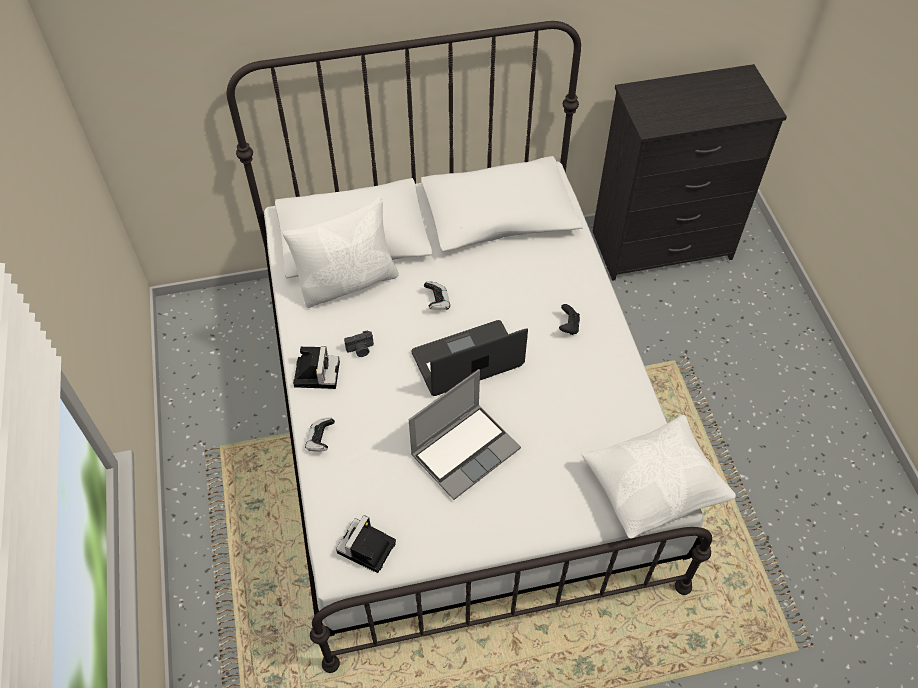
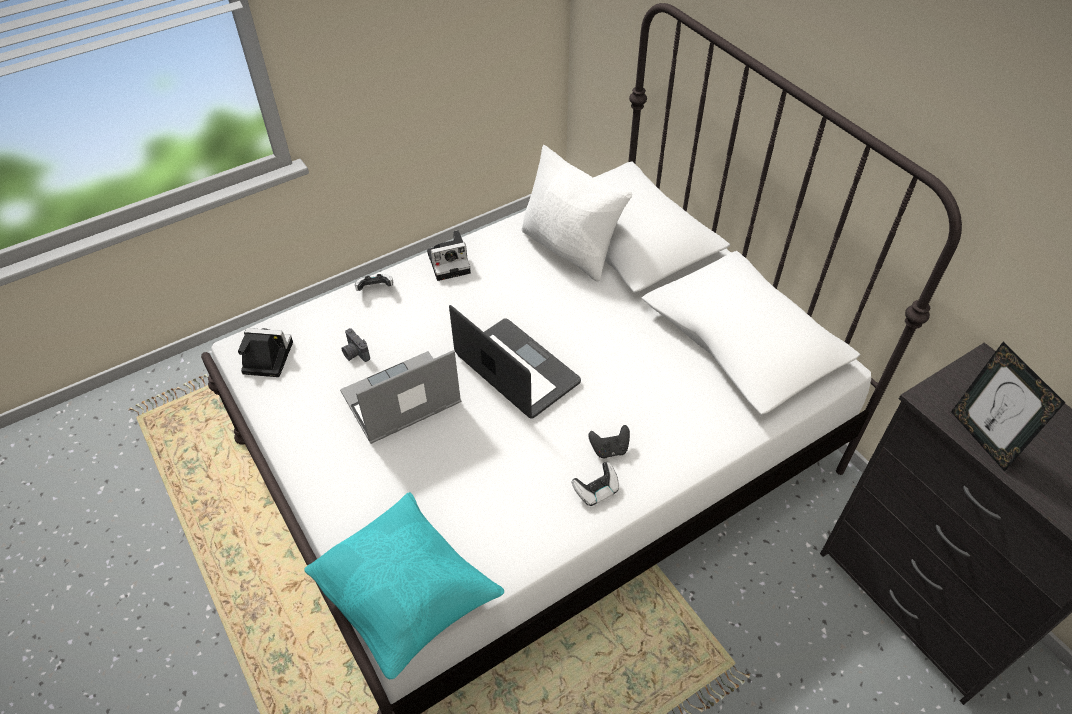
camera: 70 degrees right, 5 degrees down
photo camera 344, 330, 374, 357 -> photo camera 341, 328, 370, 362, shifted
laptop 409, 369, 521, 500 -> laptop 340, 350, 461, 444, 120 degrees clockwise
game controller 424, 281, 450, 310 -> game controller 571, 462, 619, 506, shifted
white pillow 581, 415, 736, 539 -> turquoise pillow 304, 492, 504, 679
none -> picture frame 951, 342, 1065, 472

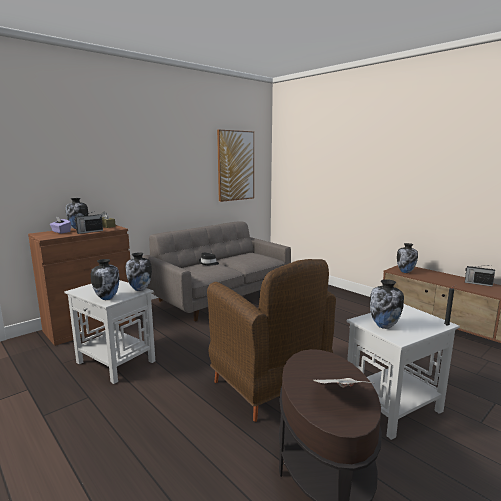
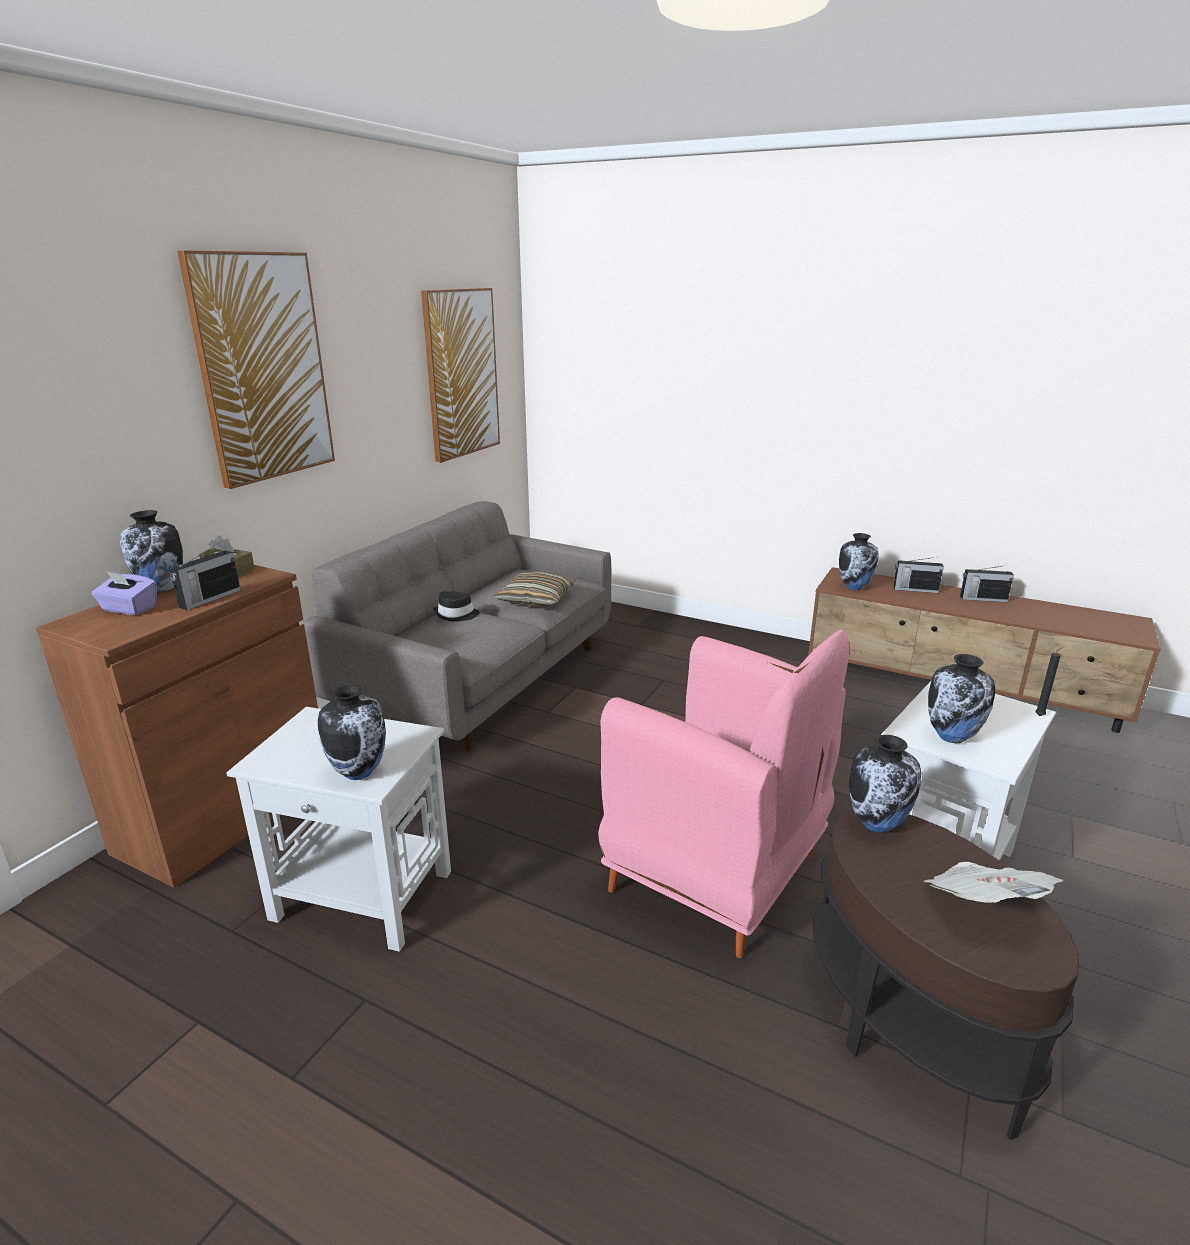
camera: 20 degrees left, 10 degrees up
vase 126, 252, 152, 291 -> vase 849, 735, 921, 833, shifted
brown armchair 207, 259, 336, 422 -> pink armchair 598, 630, 850, 958
none -> picture 177, 250, 335, 489
none -> pillow 494, 572, 575, 606
none -> radio 894, 557, 944, 593

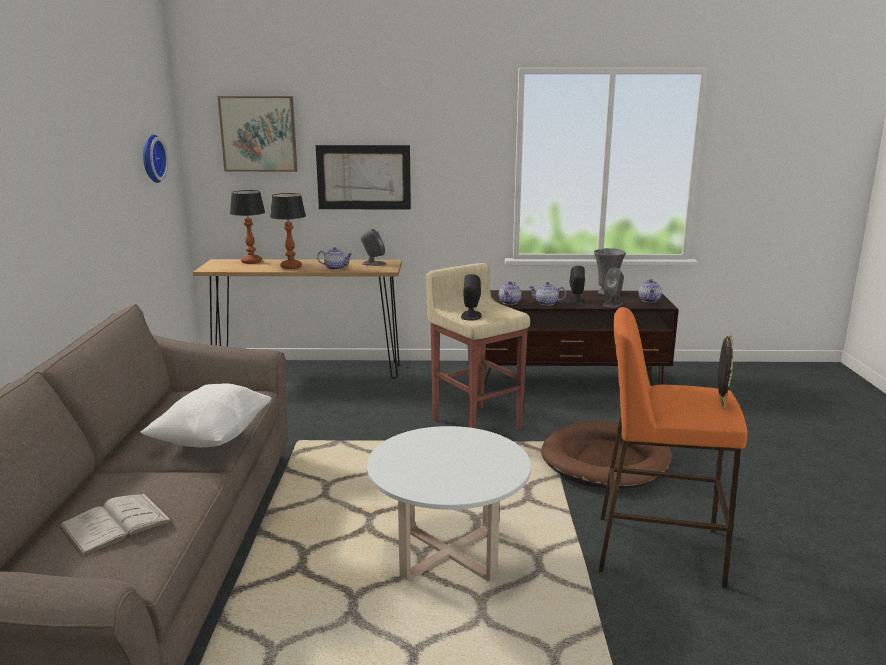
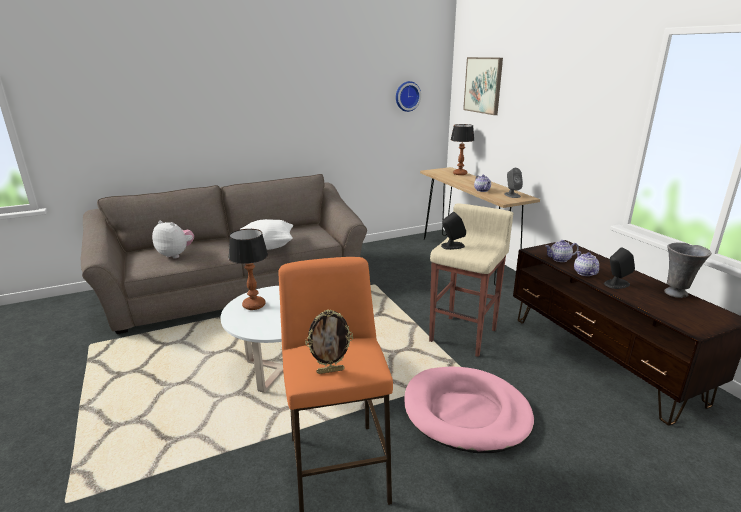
camera: 65 degrees right, 5 degrees up
white book 59, 494, 174, 557 -> plush toy 152, 220, 194, 258
table lamp 270, 193, 306, 269 -> table lamp 228, 229, 268, 310, shifted
picture 316, 145, 411, 209 -> none
brown dog bed 541, 421, 672, 489 -> pink dog bed 405, 367, 534, 453
grey speaker 603, 268, 624, 308 -> none
teapot 639, 279, 662, 302 -> none

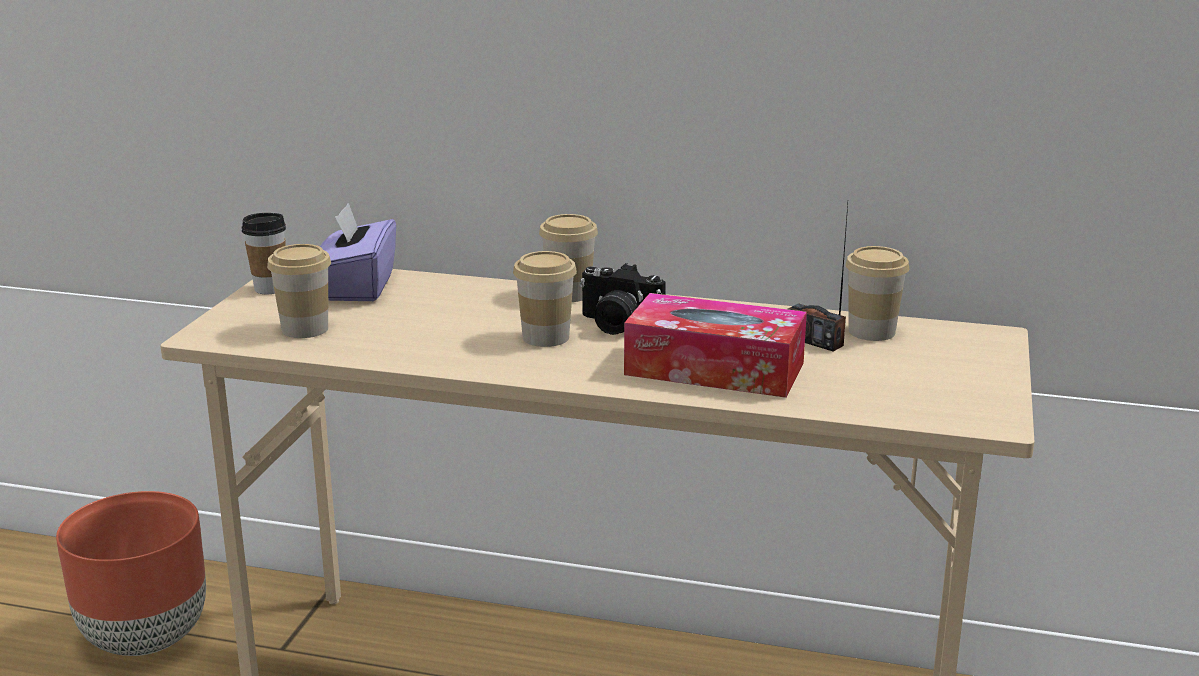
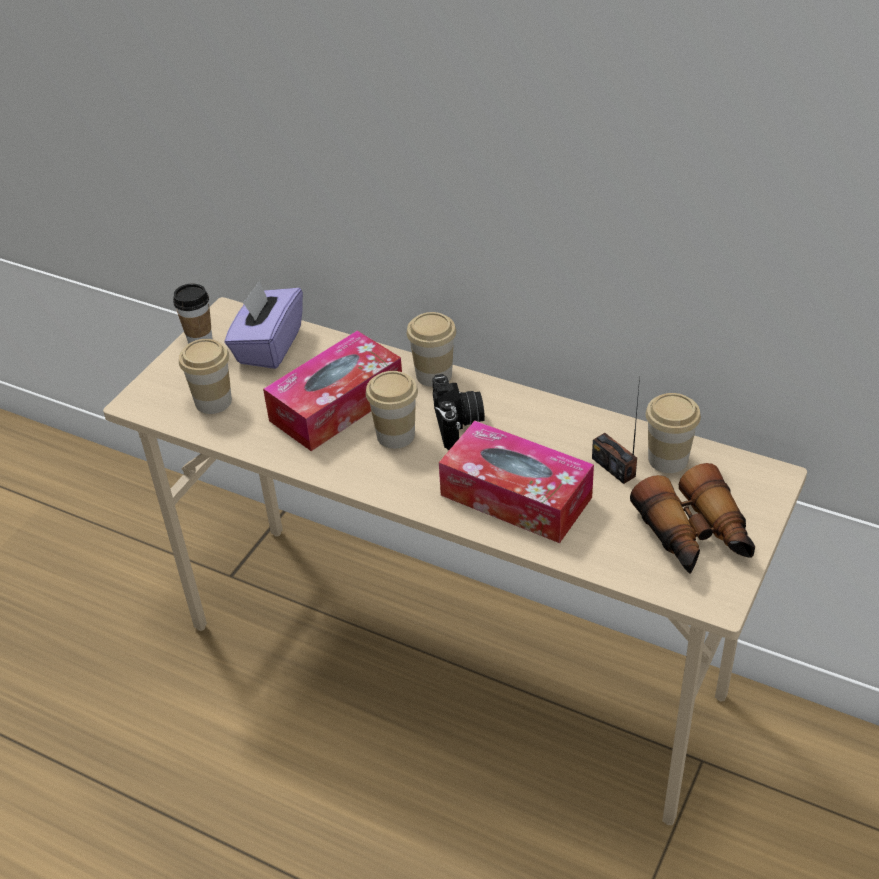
camera: 15 degrees right, 20 degrees up
brown planter 56, 491, 206, 656 -> none
photo camera 580, 263, 666, 335 -> photo camera 432, 374, 485, 450, 135 degrees counterclockwise
none -> tissue box 263, 330, 402, 451
none -> binoculars 630, 463, 755, 574

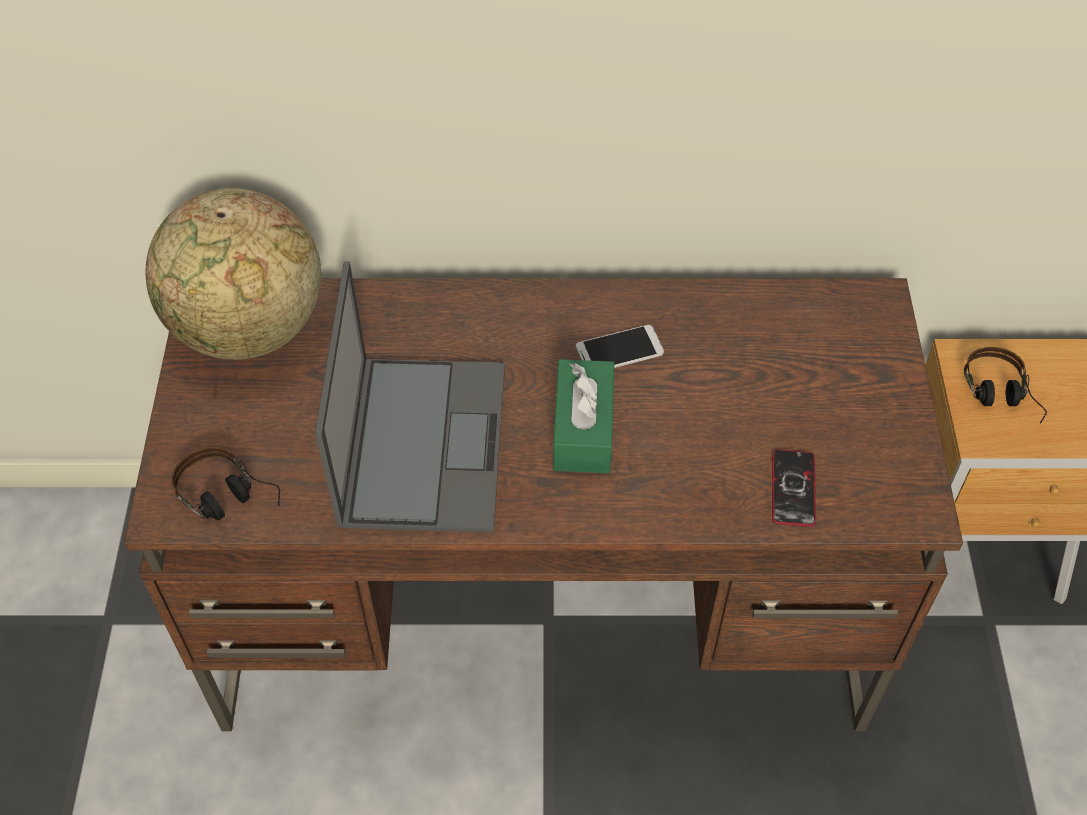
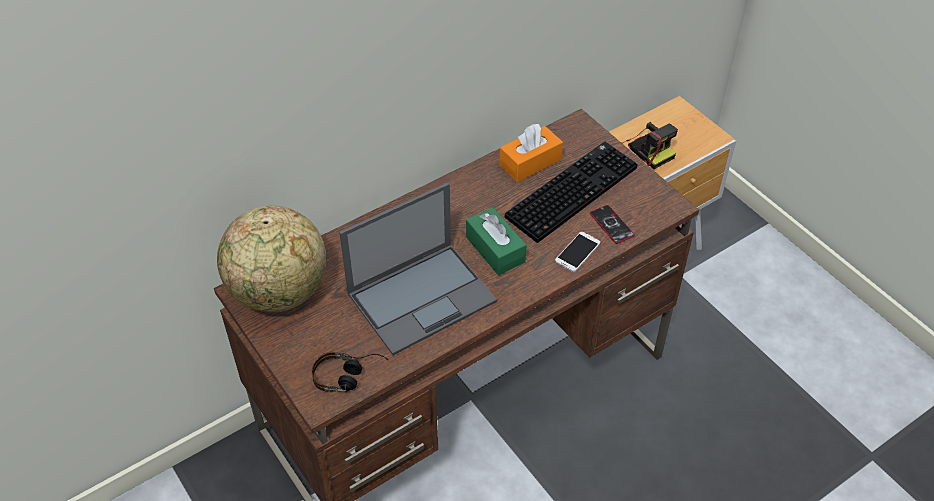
camera: 35 degrees left, 5 degrees down
laptop 315, 261, 505, 533 -> laptop 339, 182, 497, 355, 90 degrees clockwise
phone 576, 325, 664, 368 -> phone 555, 232, 601, 272, shifted
headphones 964, 347, 1047, 424 -> photo camera 623, 122, 678, 169
none -> orange tissue box 499, 124, 563, 182
none -> keyboard 505, 142, 638, 243

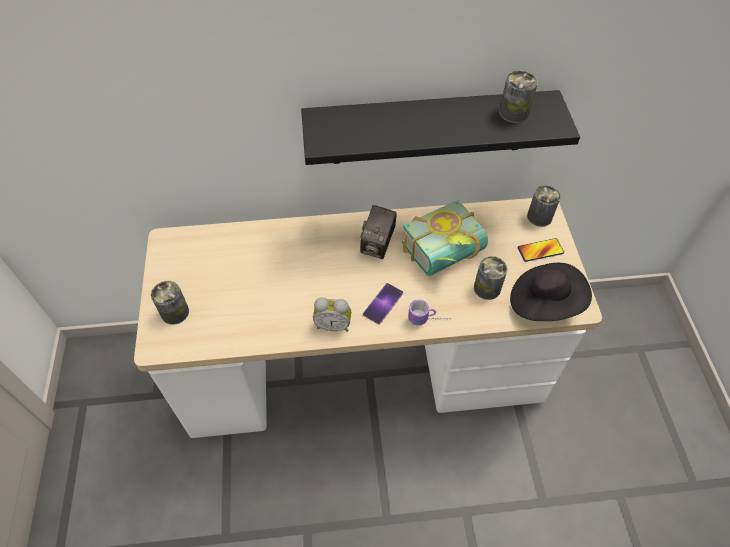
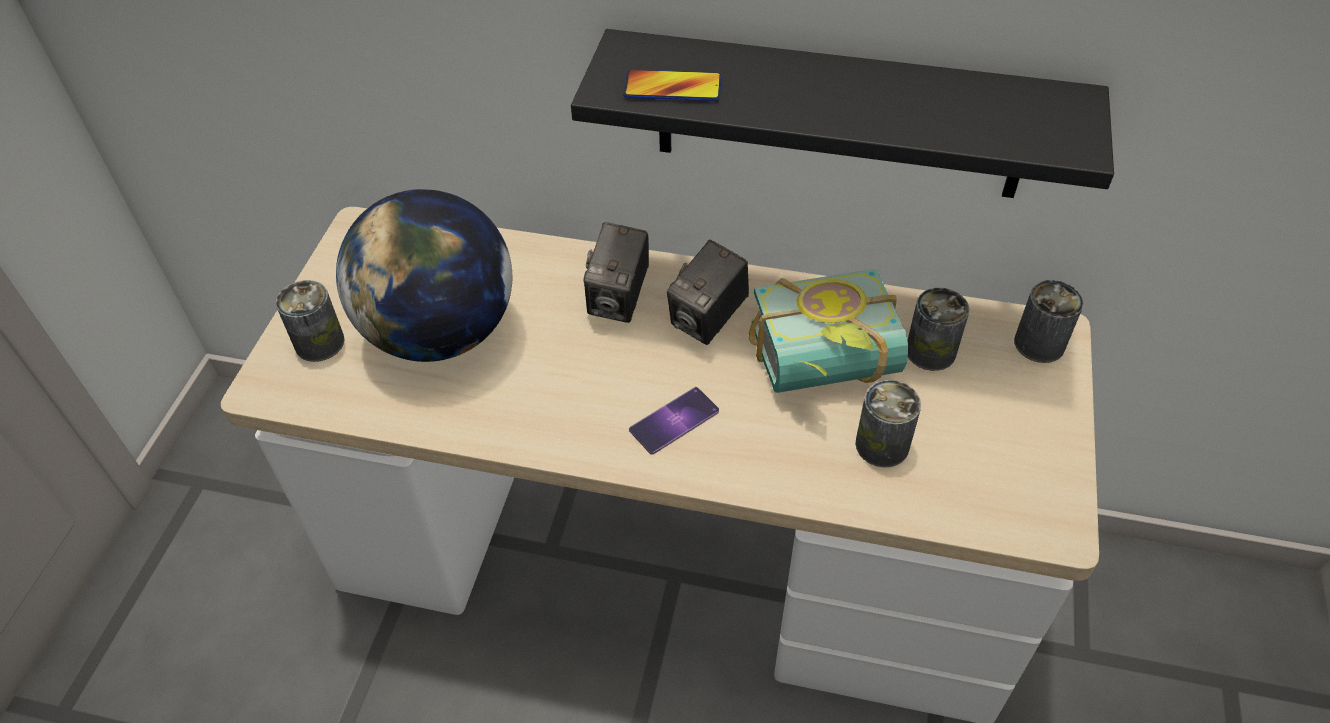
camera: 20 degrees right, 5 degrees down
alarm clock 313, 297, 351, 332 -> none
mug 408, 299, 450, 326 -> none
can 499, 70, 538, 123 -> can 907, 288, 970, 371, shifted
black hat 510, 263, 592, 321 -> none
phone 518, 238, 564, 262 -> phone 623, 69, 722, 101, shifted
none -> globe 336, 189, 512, 362
none -> photo camera 584, 222, 649, 323

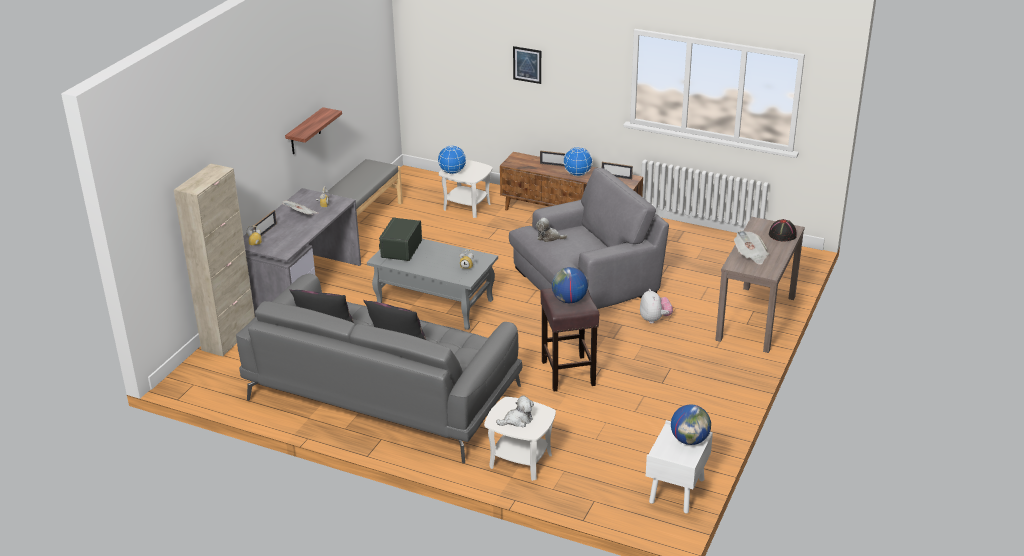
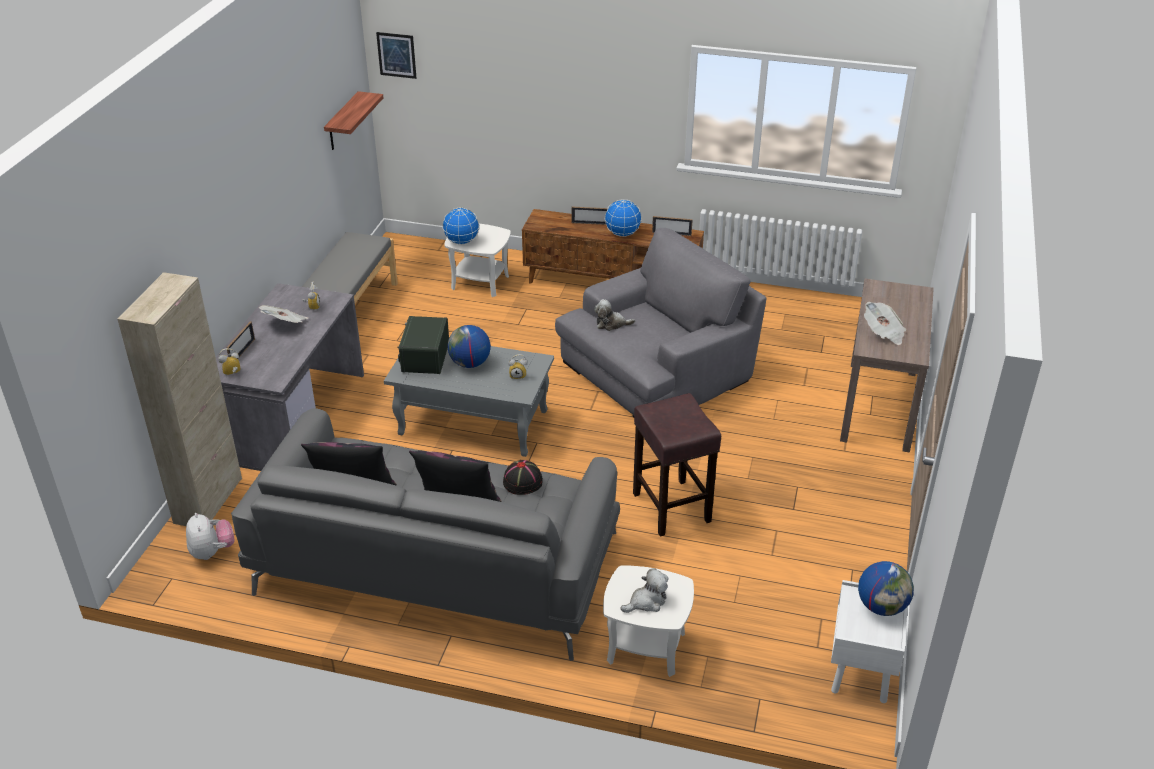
camera: 10 degrees left, 5 degrees up
shelf 285, 107, 342, 154 -> shelf 324, 91, 383, 150, shifted
picture 513, 46, 541, 84 -> picture 376, 32, 416, 79, shifted
globe 552, 267, 588, 303 -> globe 447, 325, 491, 368, shifted
plush toy 640, 289, 673, 324 -> plush toy 186, 513, 234, 560, shifted
black hat 769, 219, 797, 241 -> black hat 503, 460, 543, 495, shifted

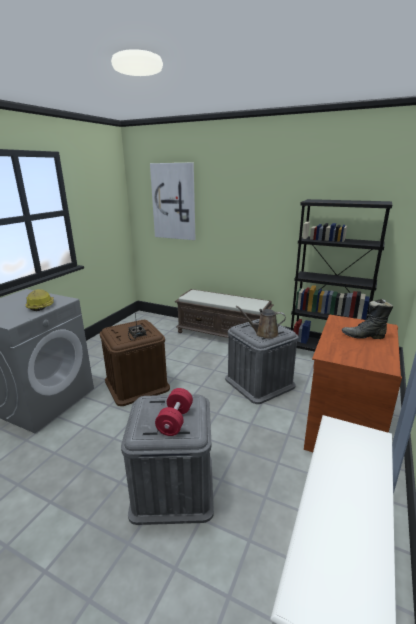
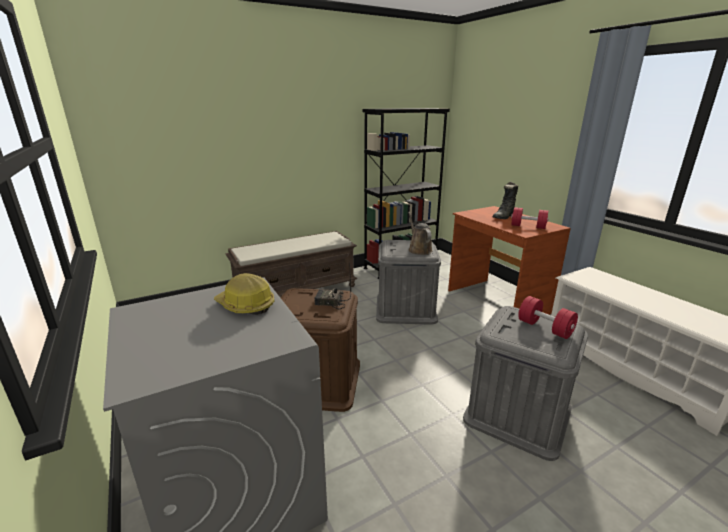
camera: 55 degrees left, 0 degrees up
picture 150, 162, 196, 240 -> none
brown watering can 236, 306, 286, 339 -> brown watering can 408, 212, 433, 255, 120 degrees clockwise
none -> red dumbbell 511, 207, 549, 229

